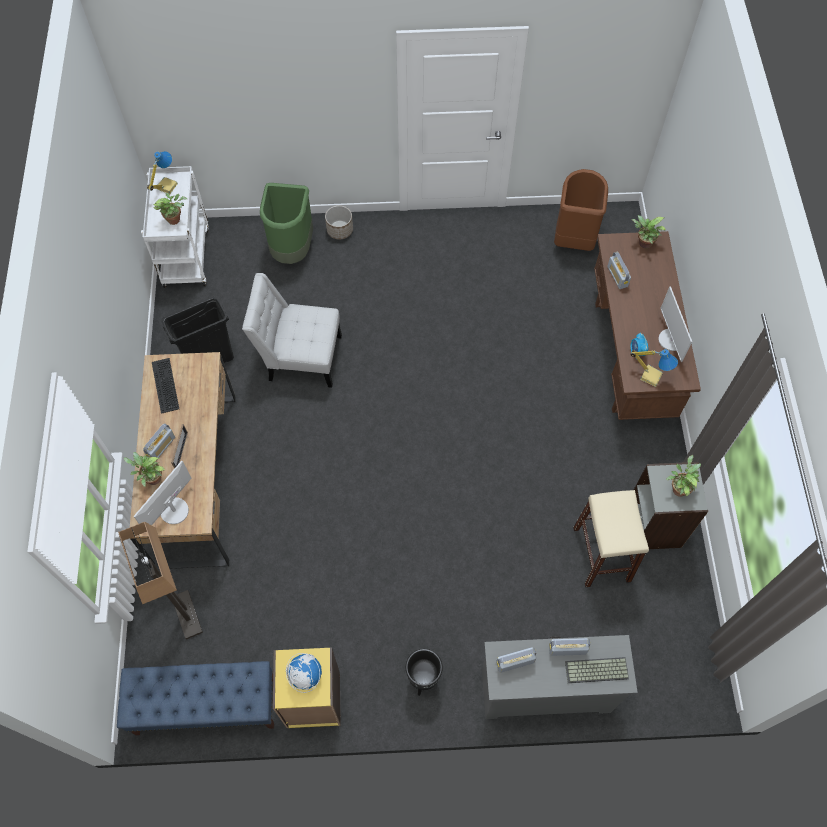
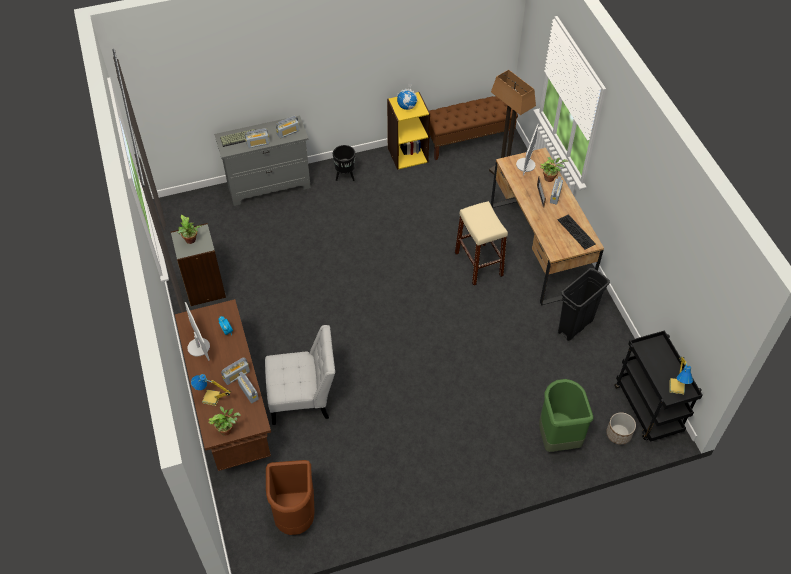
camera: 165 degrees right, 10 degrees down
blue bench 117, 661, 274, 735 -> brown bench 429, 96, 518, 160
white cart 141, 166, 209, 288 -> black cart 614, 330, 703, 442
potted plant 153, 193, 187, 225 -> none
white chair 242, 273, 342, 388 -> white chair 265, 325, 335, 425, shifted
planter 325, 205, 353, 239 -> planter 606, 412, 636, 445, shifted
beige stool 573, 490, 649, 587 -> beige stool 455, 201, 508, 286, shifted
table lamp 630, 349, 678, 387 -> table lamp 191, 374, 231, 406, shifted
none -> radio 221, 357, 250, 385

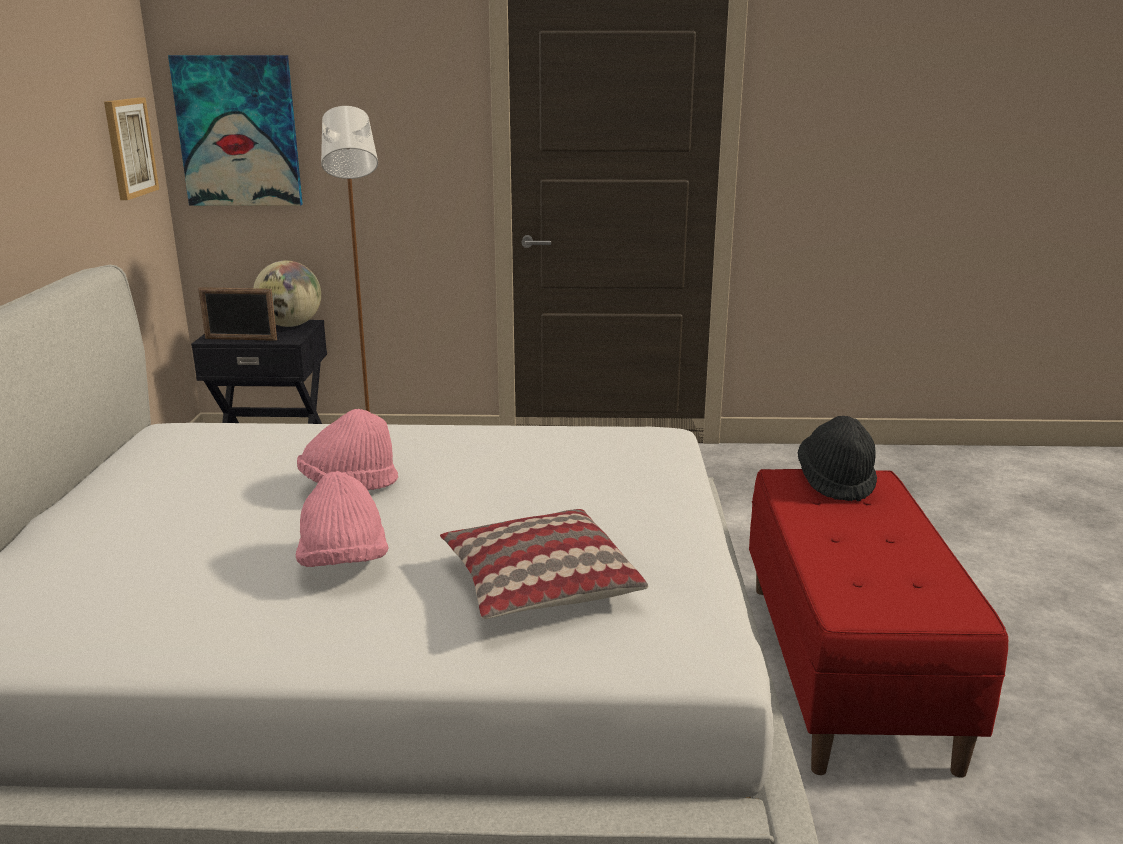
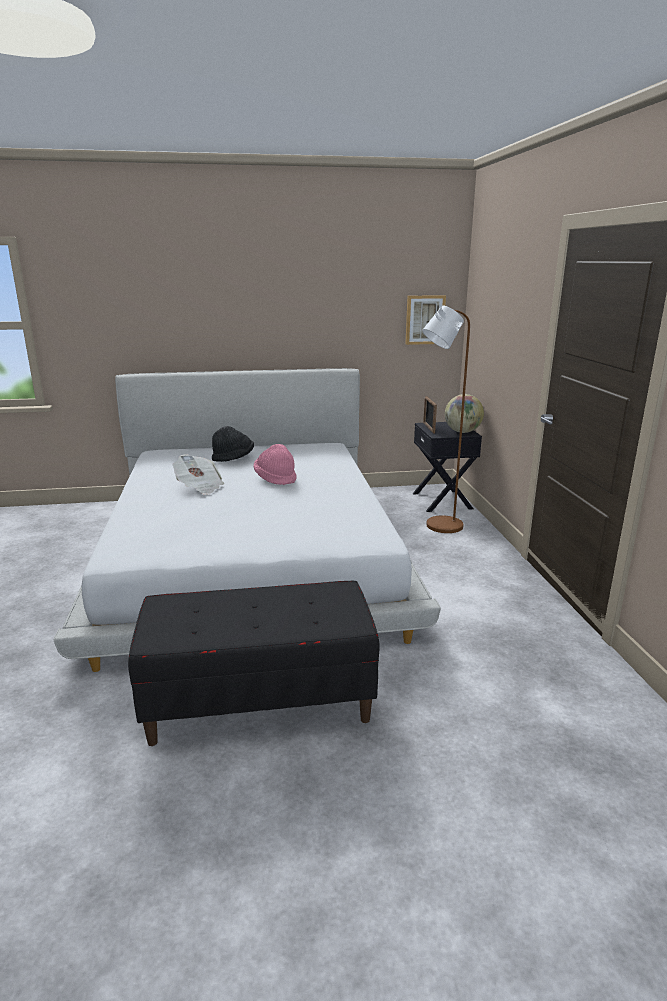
camera: 80 degrees right, 0 degrees up
picture 168, 55, 303, 206 -> none
pink hat 296, 471, 389, 567 -> newspaper 172, 454, 224, 495
pillow 440, 509, 648, 619 -> none
red bench 749, 469, 1008, 778 -> black bench 128, 581, 380, 746
black hat 798, 416, 877, 501 -> black hat 212, 426, 254, 462, shifted

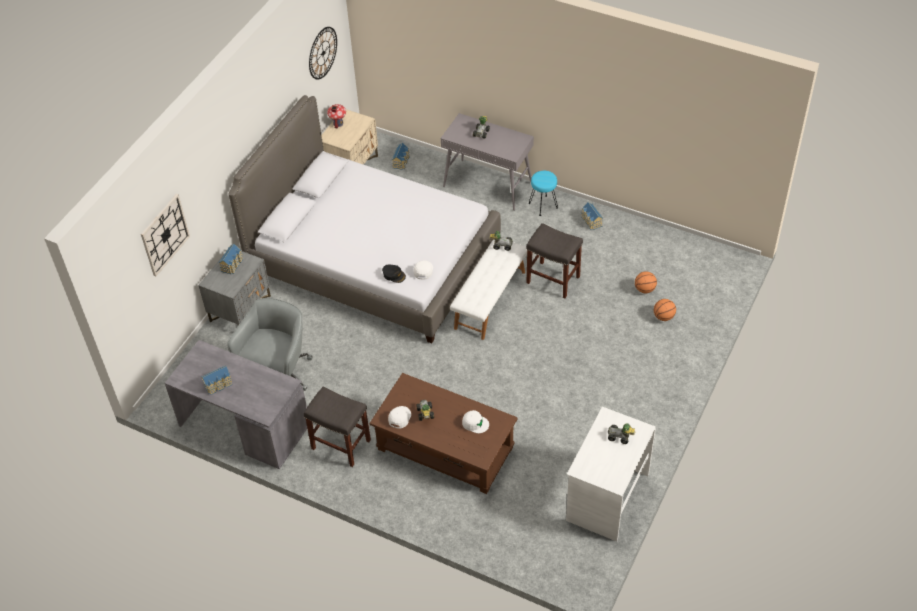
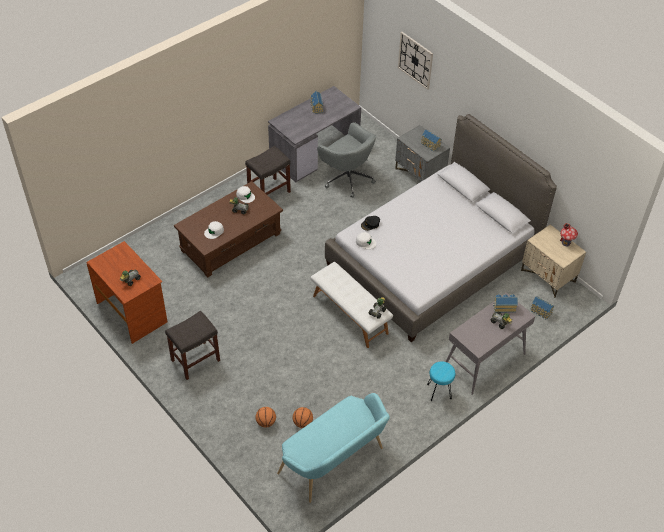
camera: 110 degrees right, 0 degrees up
wall clock 309, 27, 337, 80 -> none
grey stool 526, 223, 583, 298 -> grey stool 165, 311, 220, 380, shifted
white desk 566, 407, 656, 541 -> brown desk 87, 241, 168, 344
toy house 582, 202, 603, 230 -> toy house 493, 294, 518, 312, shifted
none -> turquoise bench 277, 393, 390, 503

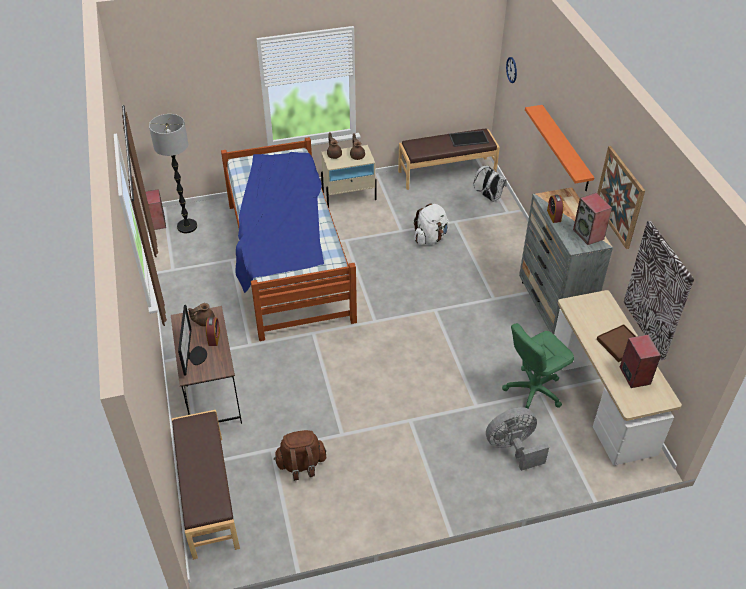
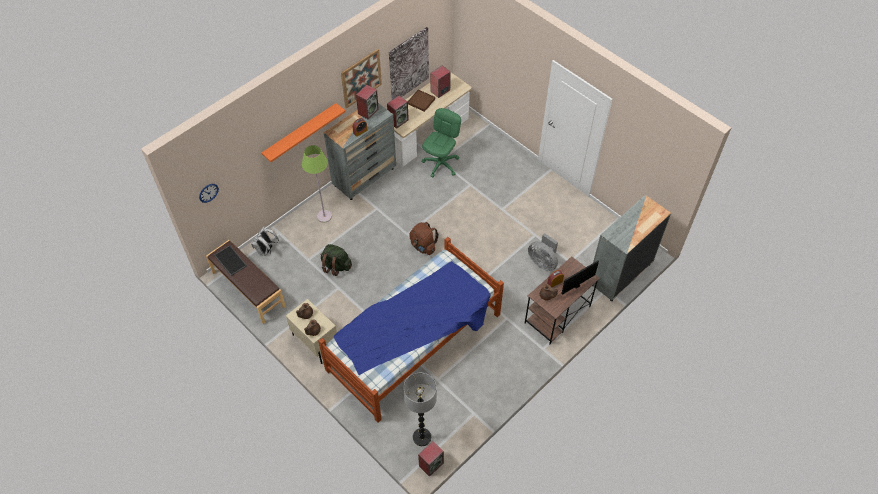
camera: 120 degrees left, 10 degrees up
brown bench 172, 410, 240, 560 -> grey dresser 592, 195, 671, 301
brown backpack 274, 430, 326, 481 -> brown backpack 410, 222, 439, 255, shifted
white backpack 414, 204, 450, 245 -> green backpack 321, 244, 352, 276
grey fan 486, 407, 549, 471 -> grey fan 528, 233, 558, 271, shifted
green office chair 502, 323, 574, 409 -> green office chair 422, 108, 461, 178, 90 degrees counterclockwise
none -> green floor lamp 302, 145, 332, 223
none -> speaker 387, 96, 409, 129

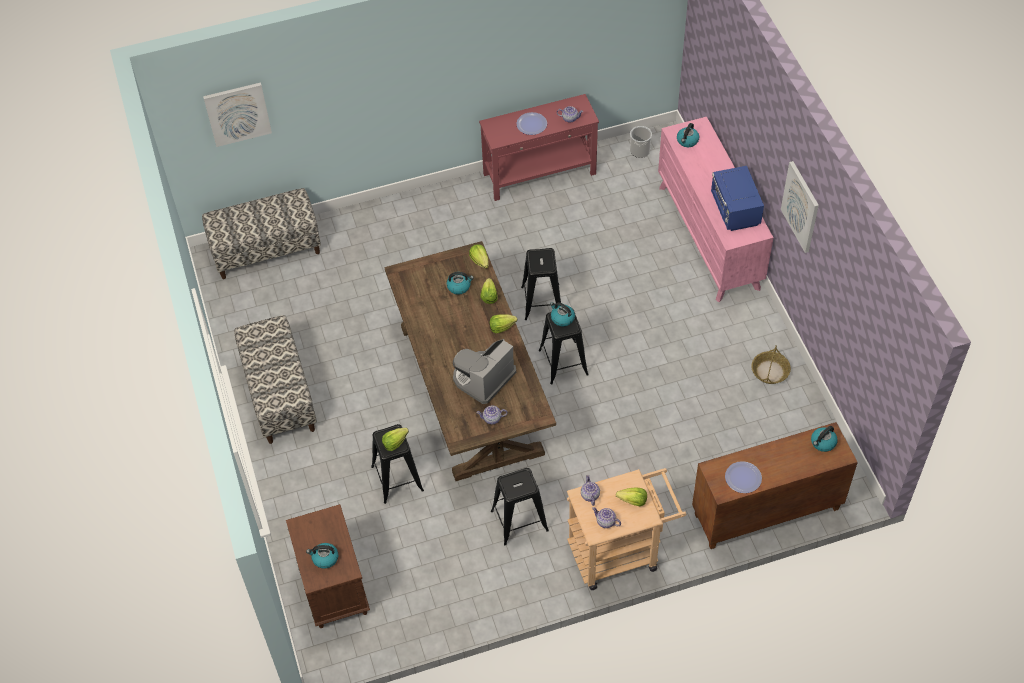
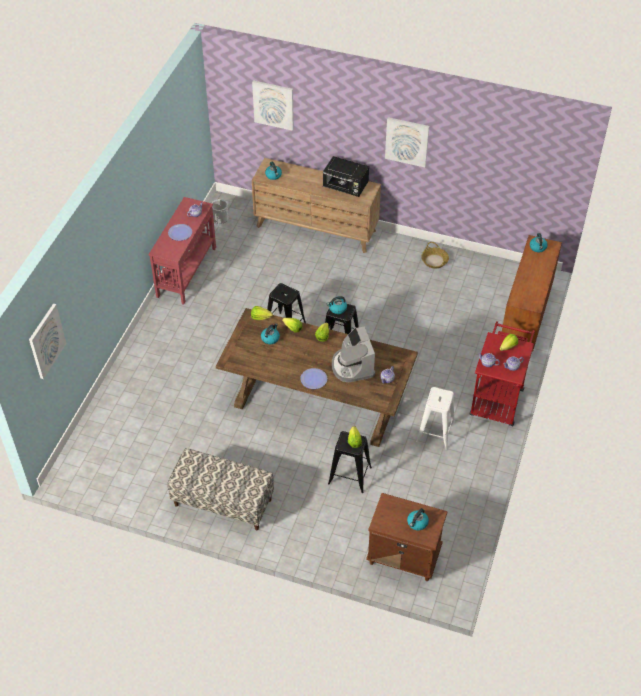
camera: 55 degrees left, 5 degrees down
bench 202, 188, 321, 279 -> none
black stool 491, 468, 549, 545 -> white stool 416, 387, 455, 450
beige cart 567, 468, 686, 590 -> red cart 470, 321, 534, 426
pink dresser 658, 117, 774, 302 -> brown dresser 252, 158, 381, 253
blue microwave 711, 166, 764, 231 -> black microwave 323, 156, 369, 197
plate 725, 461, 762, 493 -> plate 300, 368, 327, 389, shifted
none -> picture 252, 80, 294, 131

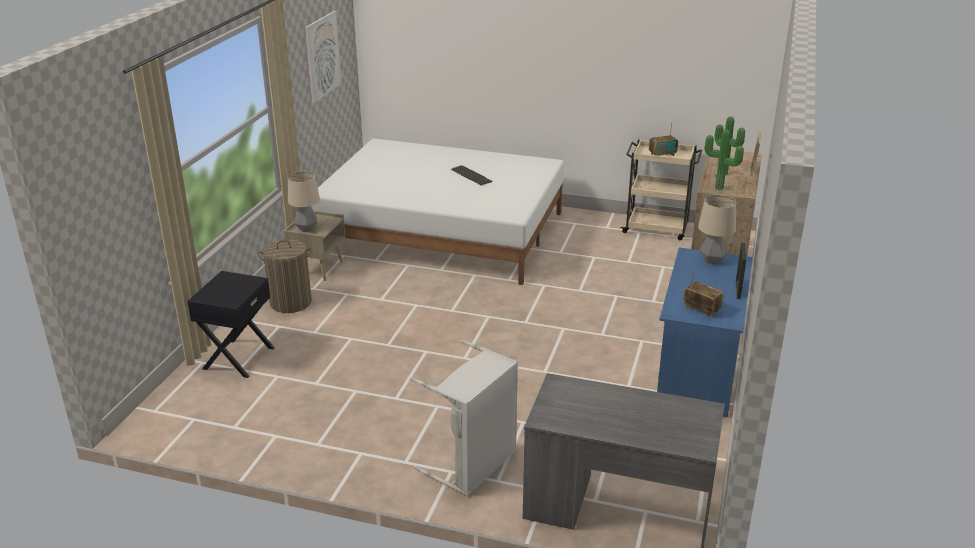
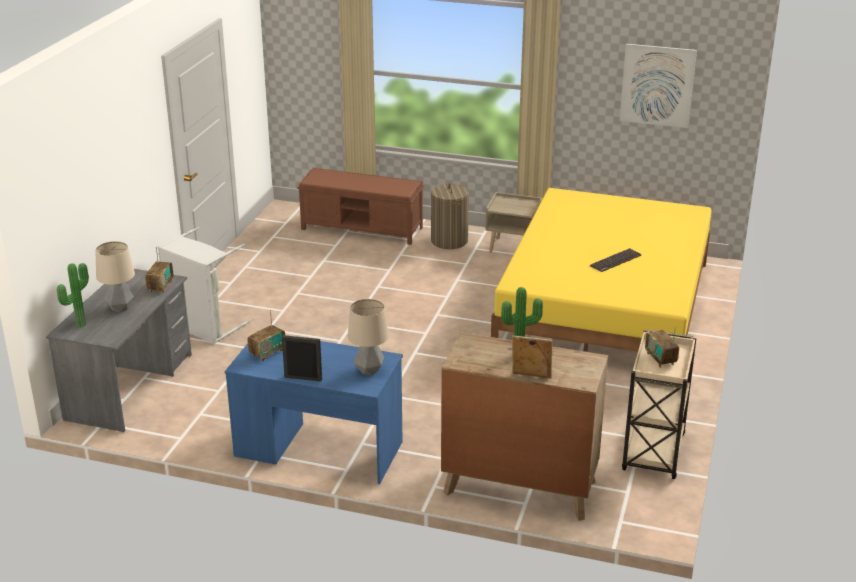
camera: 90 degrees right, 0 degrees up
black nightstand 187, 271, 275, 378 -> brown bench 297, 168, 424, 245
table lamp 288, 171, 320, 232 -> table lamp 95, 241, 135, 312, shifted
white bed 311, 139, 564, 285 -> yellow bed 491, 188, 712, 352
potted plant 704, 130, 744, 190 -> potted plant 57, 263, 89, 327, shifted
none -> radio 145, 247, 174, 294

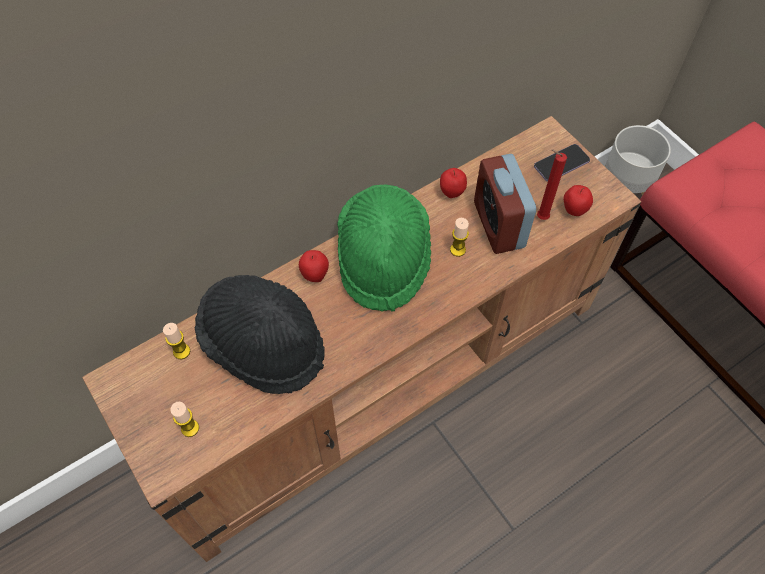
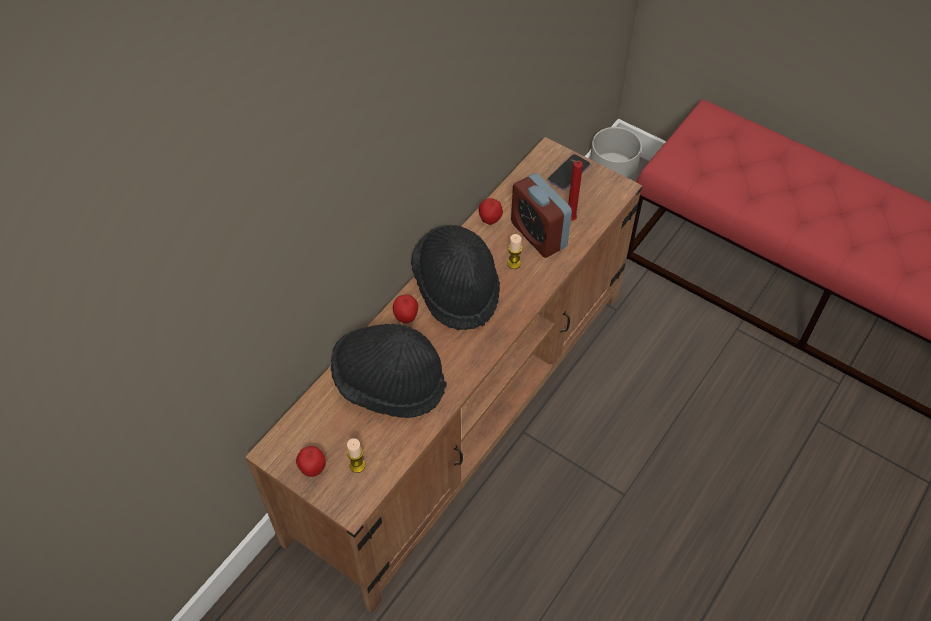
camera: 20 degrees left, 5 degrees down
candle 163, 323, 190, 359 -> none
green hat 337, 185, 431, 312 -> black hat 411, 225, 500, 330
apple 564, 185, 593, 216 -> apple 296, 446, 326, 477, shifted

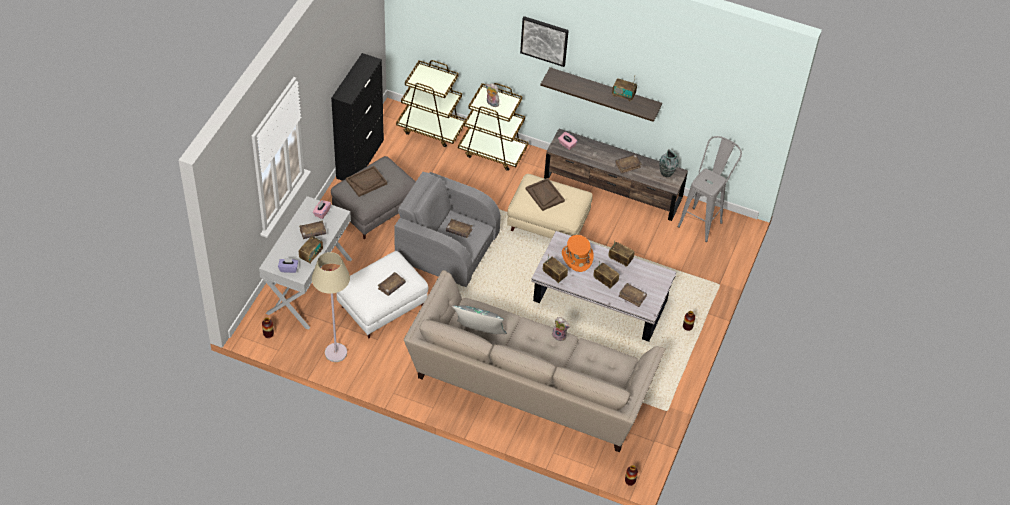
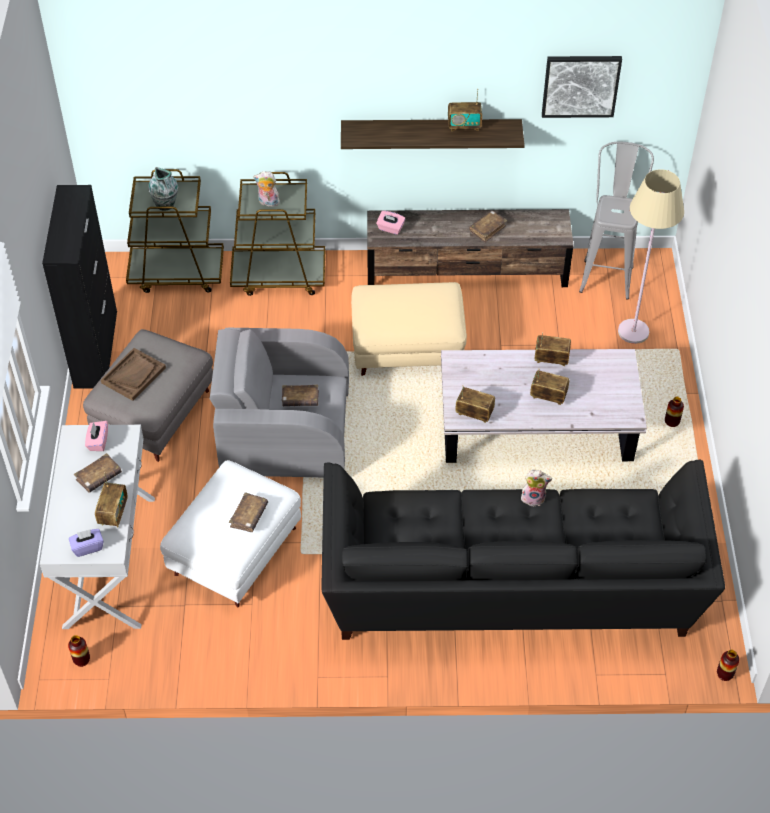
camera: 20 degrees left, 0 degrees up
beige floor lamp 312, 252, 350, 362 -> beige floor lamp 618, 169, 684, 344, shifted
beige sofa 404, 270, 665, 452 -> black sofa 322, 460, 725, 640
grey pillow 452, 306, 507, 334 -> none
picture 520, 16, 569, 67 -> picture 542, 56, 622, 118, shifted
brown tray 526, 178, 565, 211 -> none
orange hat 562, 235, 594, 272 -> none
brown book 619, 283, 647, 307 -> none
vase 659, 149, 679, 177 -> vase 148, 167, 178, 211, shifted

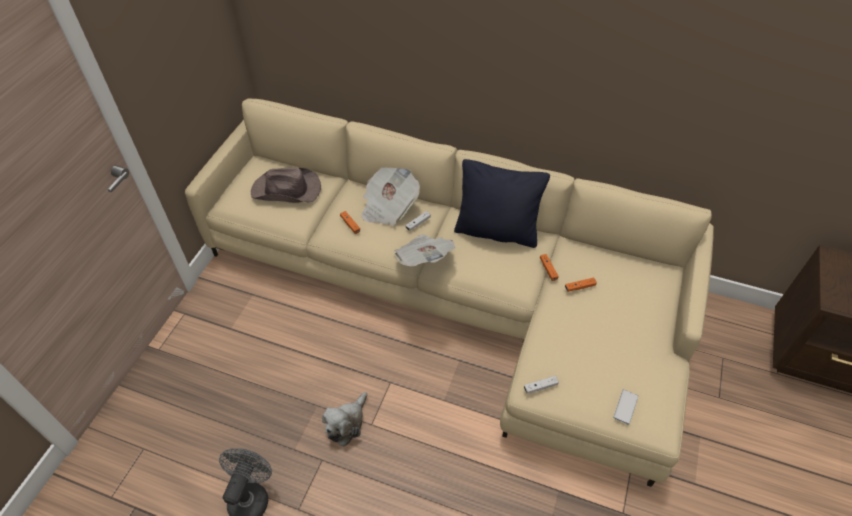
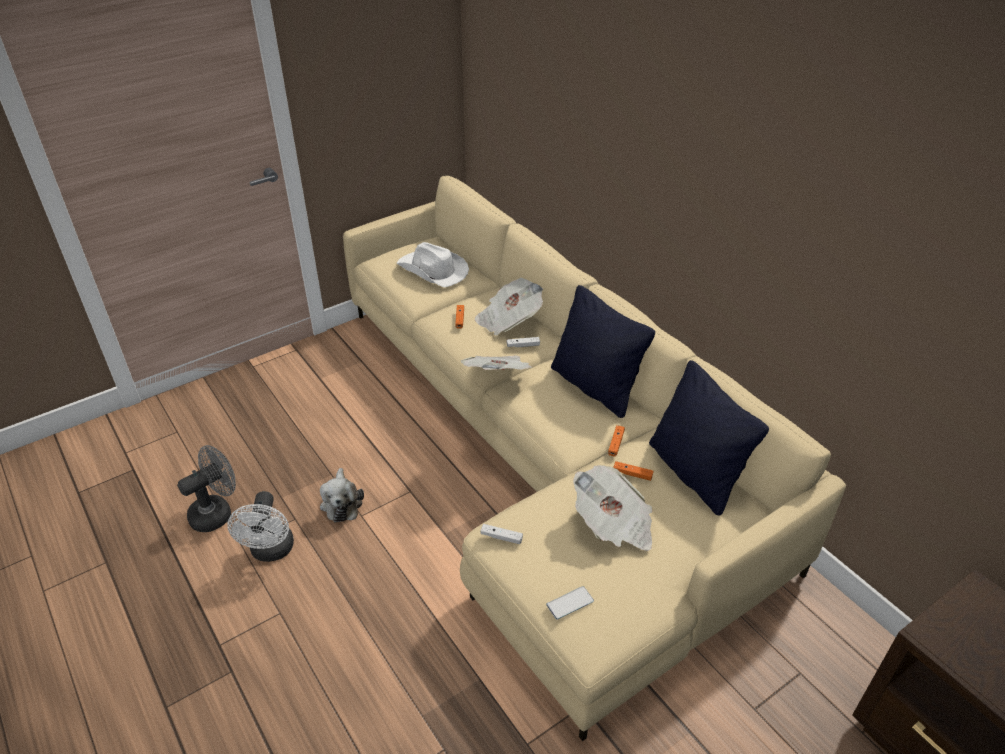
camera: 35 degrees right, 10 degrees down
brown hat 251, 167, 321, 203 -> white hat 397, 242, 469, 288
plush toy 322, 392, 367, 446 -> plush toy 320, 468, 364, 523, 75 degrees counterclockwise
none -> white fan 227, 491, 294, 562
none -> newspaper 573, 465, 653, 551
none -> black pillow 649, 360, 769, 515

